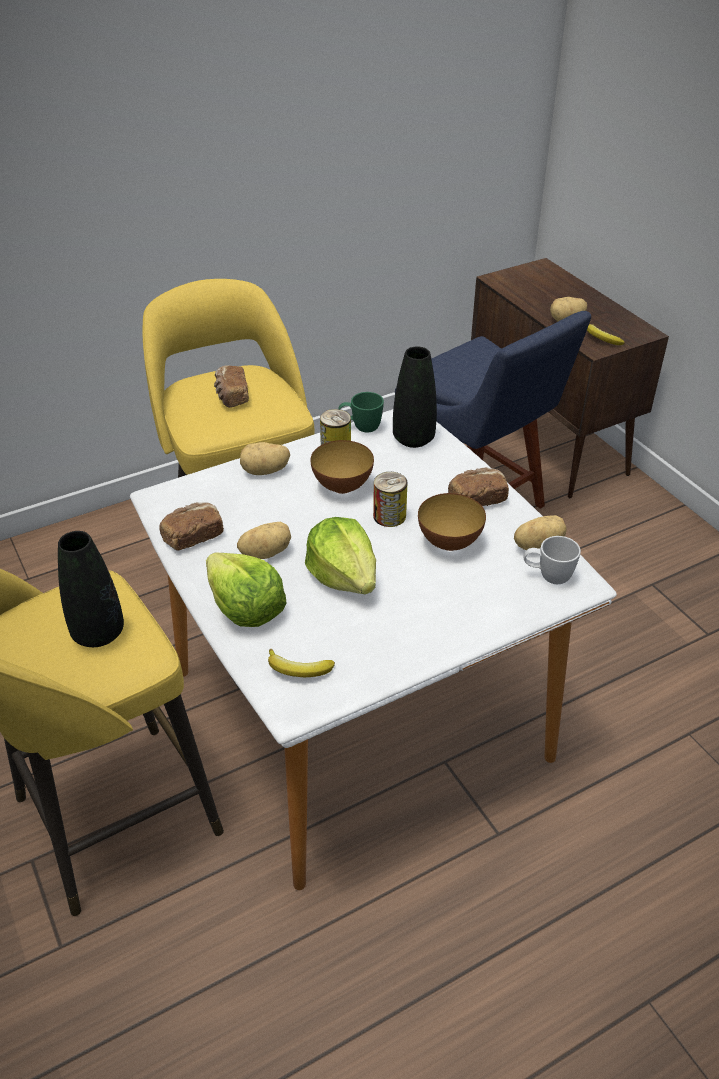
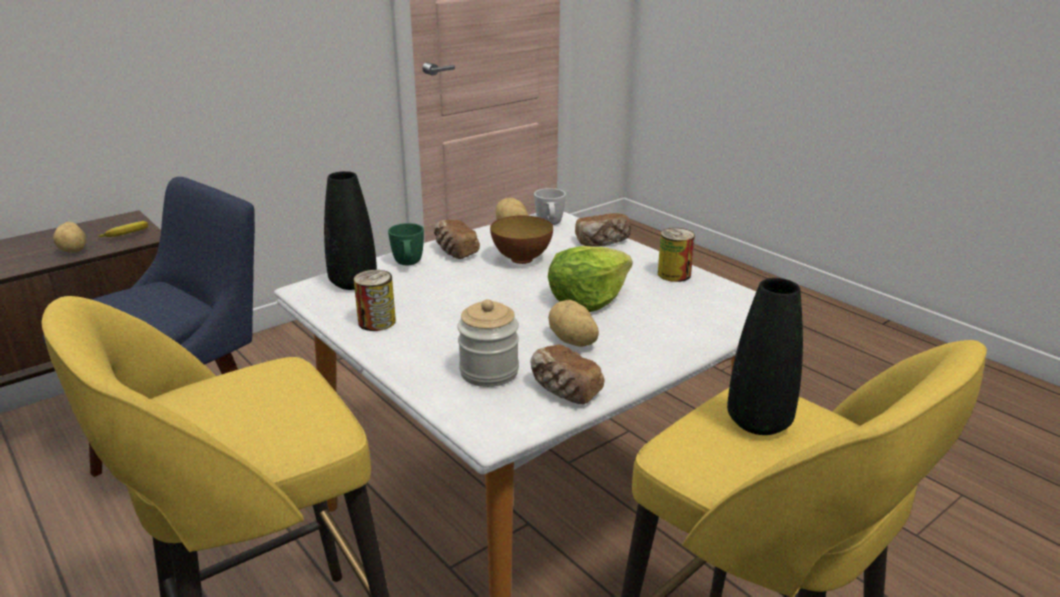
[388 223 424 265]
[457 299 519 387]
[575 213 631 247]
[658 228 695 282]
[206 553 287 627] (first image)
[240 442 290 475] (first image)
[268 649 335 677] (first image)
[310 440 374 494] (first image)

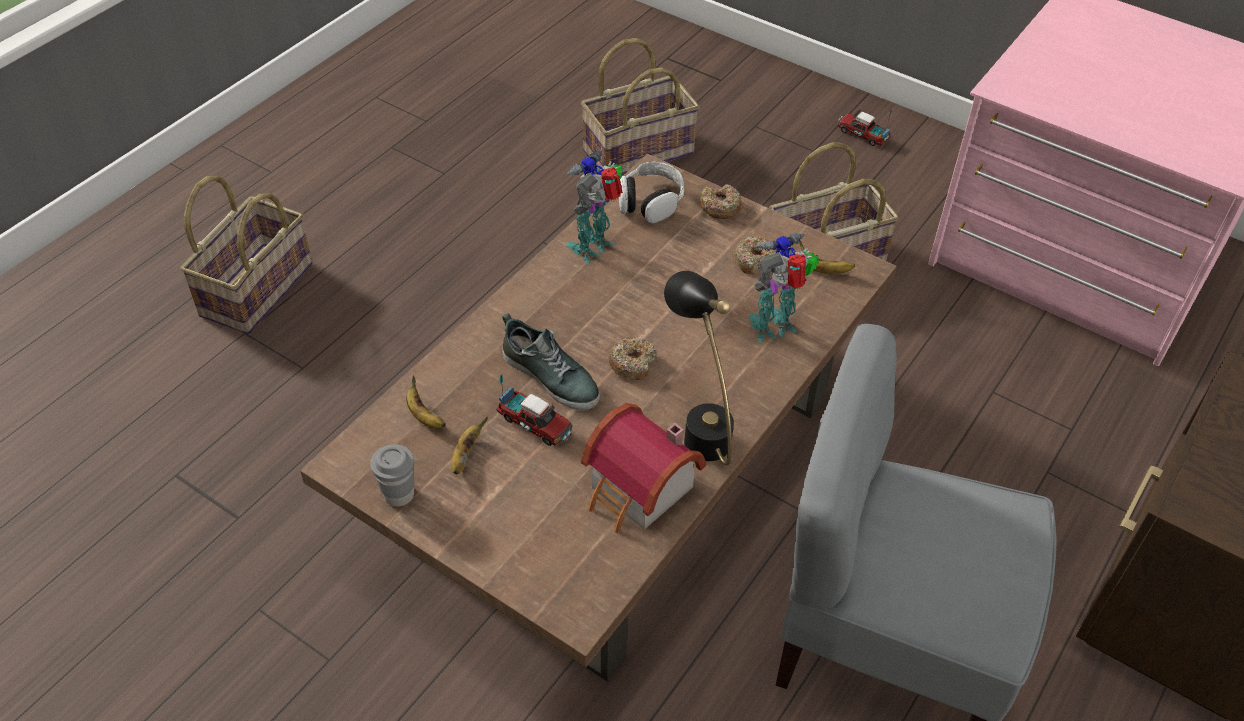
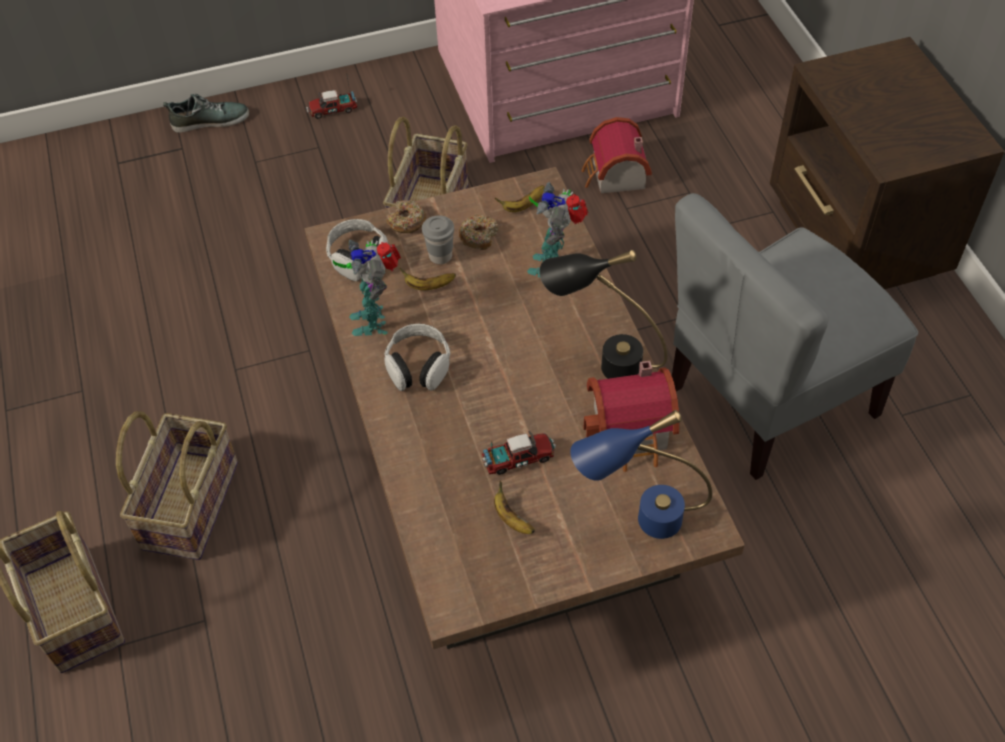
[116 411 238 560]
[163 94 249 133]
[384 324 450 391]
[400 268 456 290]
[422 215 454 264]
[570 410 712 539]
[582 117 652 193]
[608 337 657 380] (first image)

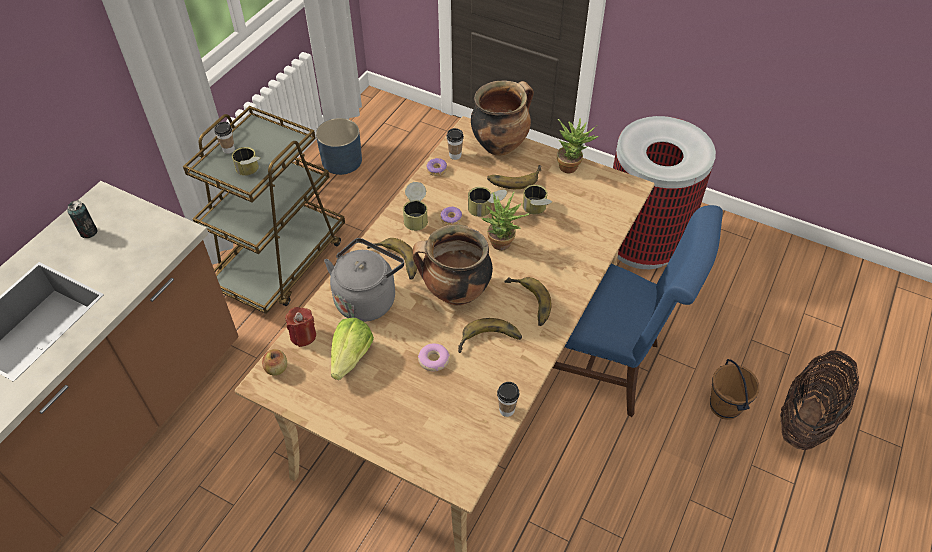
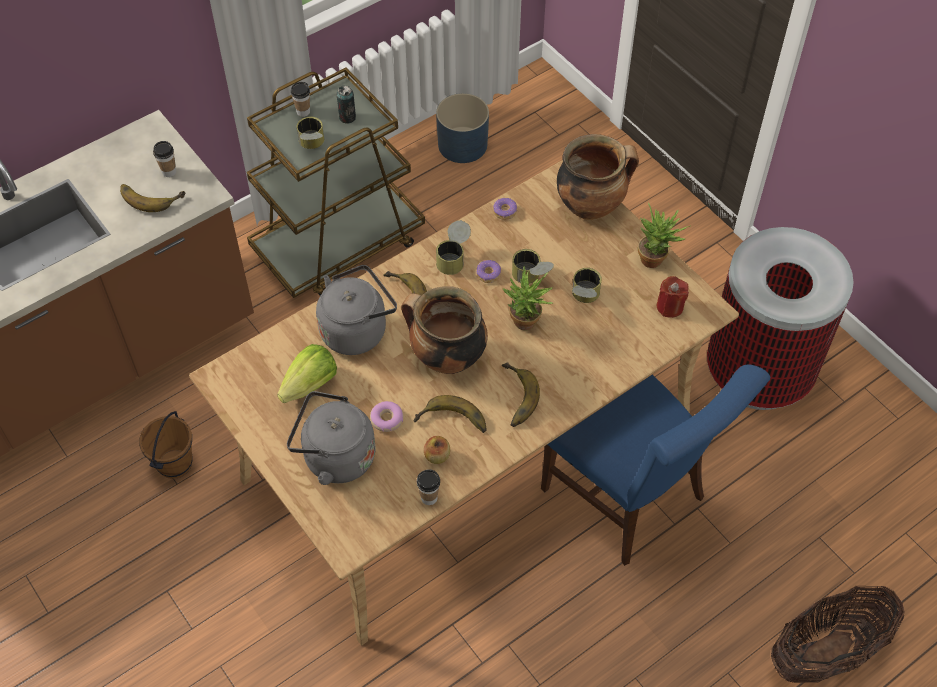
[120 184 185 212]
[139 411 192 479]
[153 141 176 177]
[287 391 376 485]
[337 86 356 124]
[424 436 450 464]
[657 276 689 318]

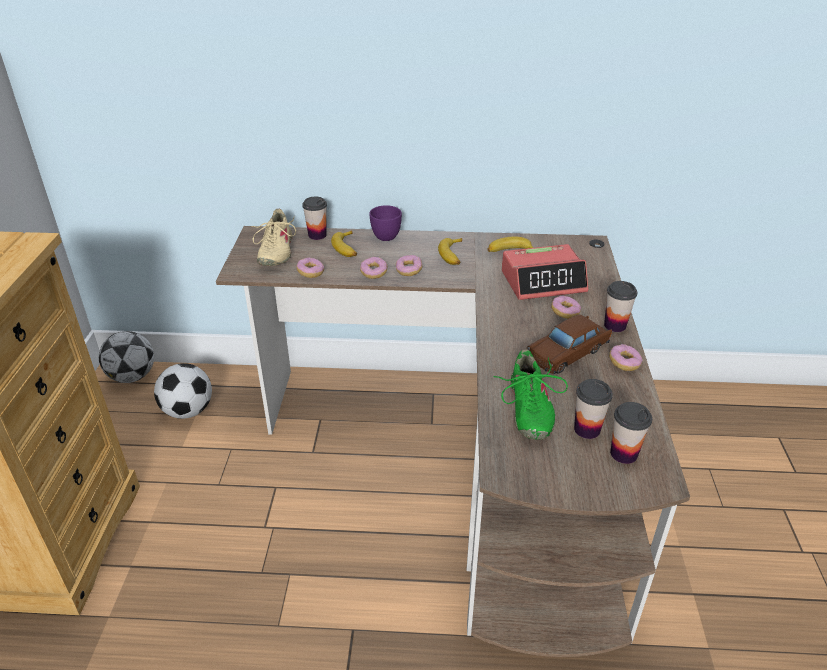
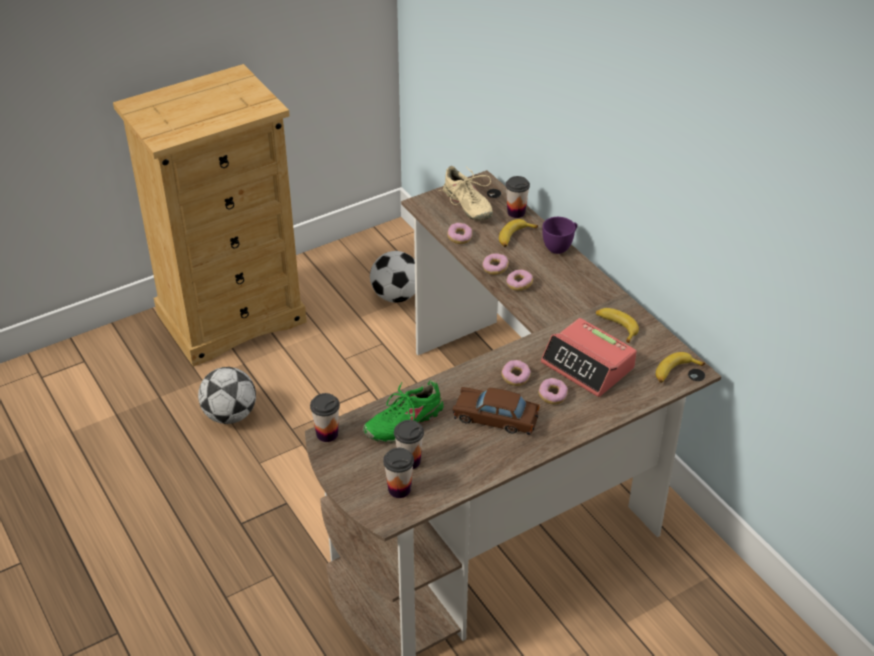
[198 367 256 424]
[310 393 340 442]
[439 166 493 220]
[501 360 531 386]
[656 352 705 383]

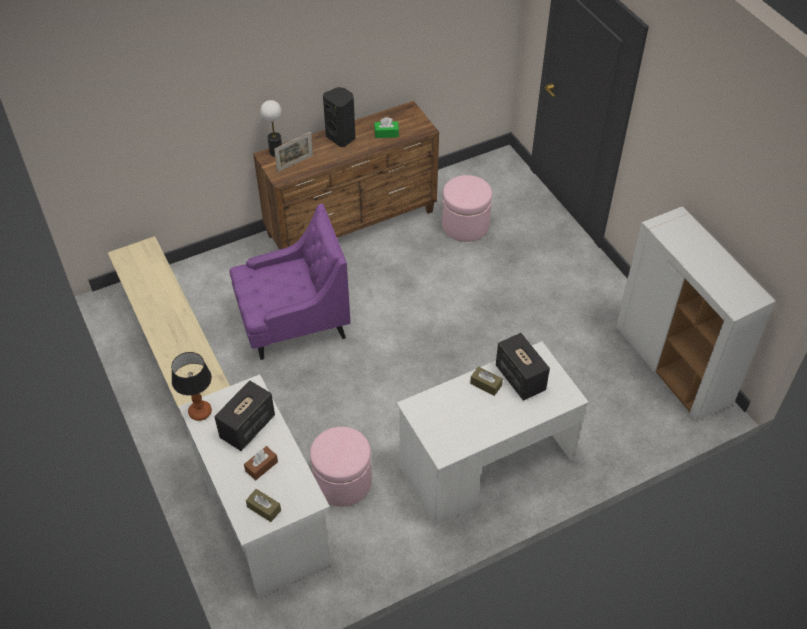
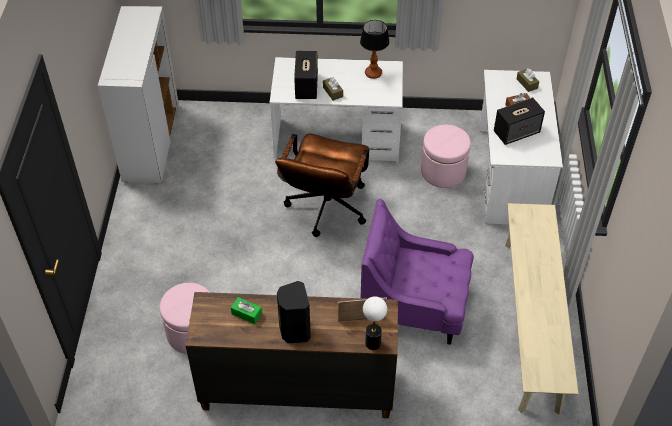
[275 133 370 237]
[360 20 389 79]

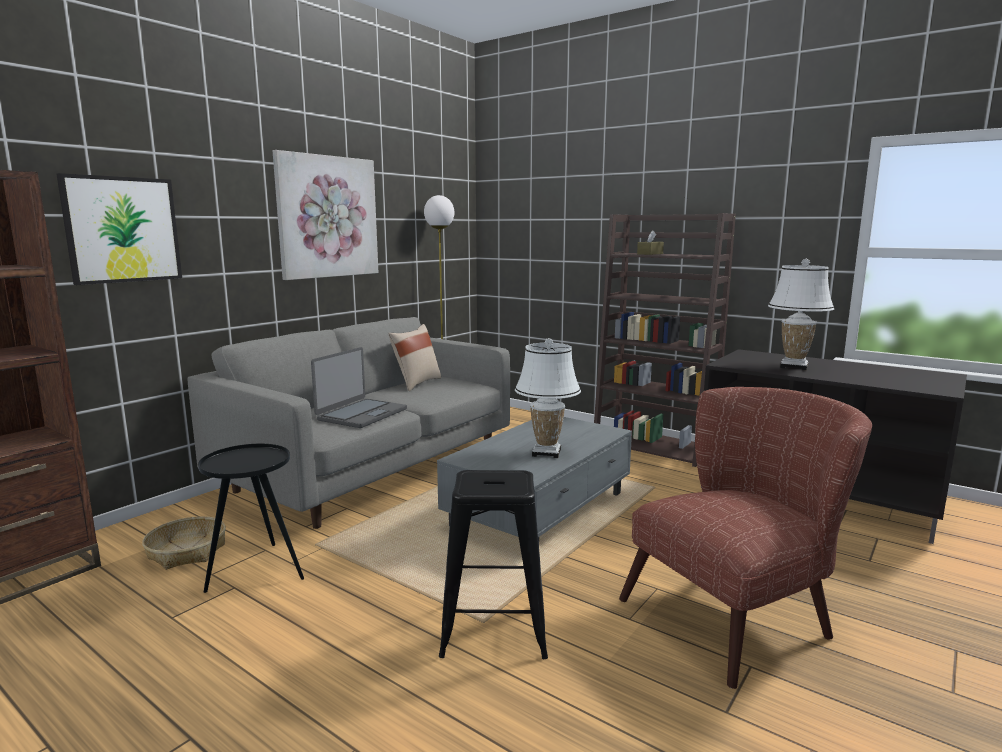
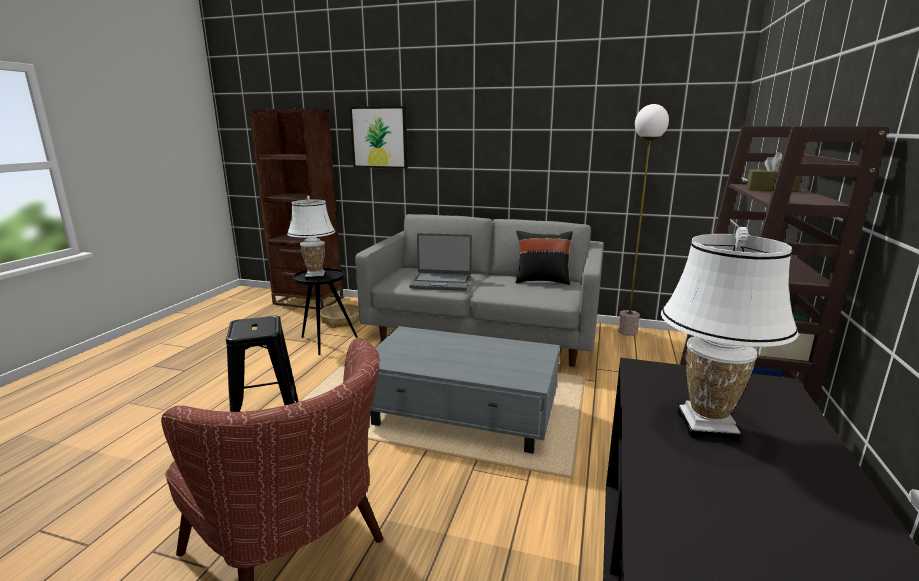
[287 196 335 280]
[515 230 572 285]
[273 150 378 280] (first image)

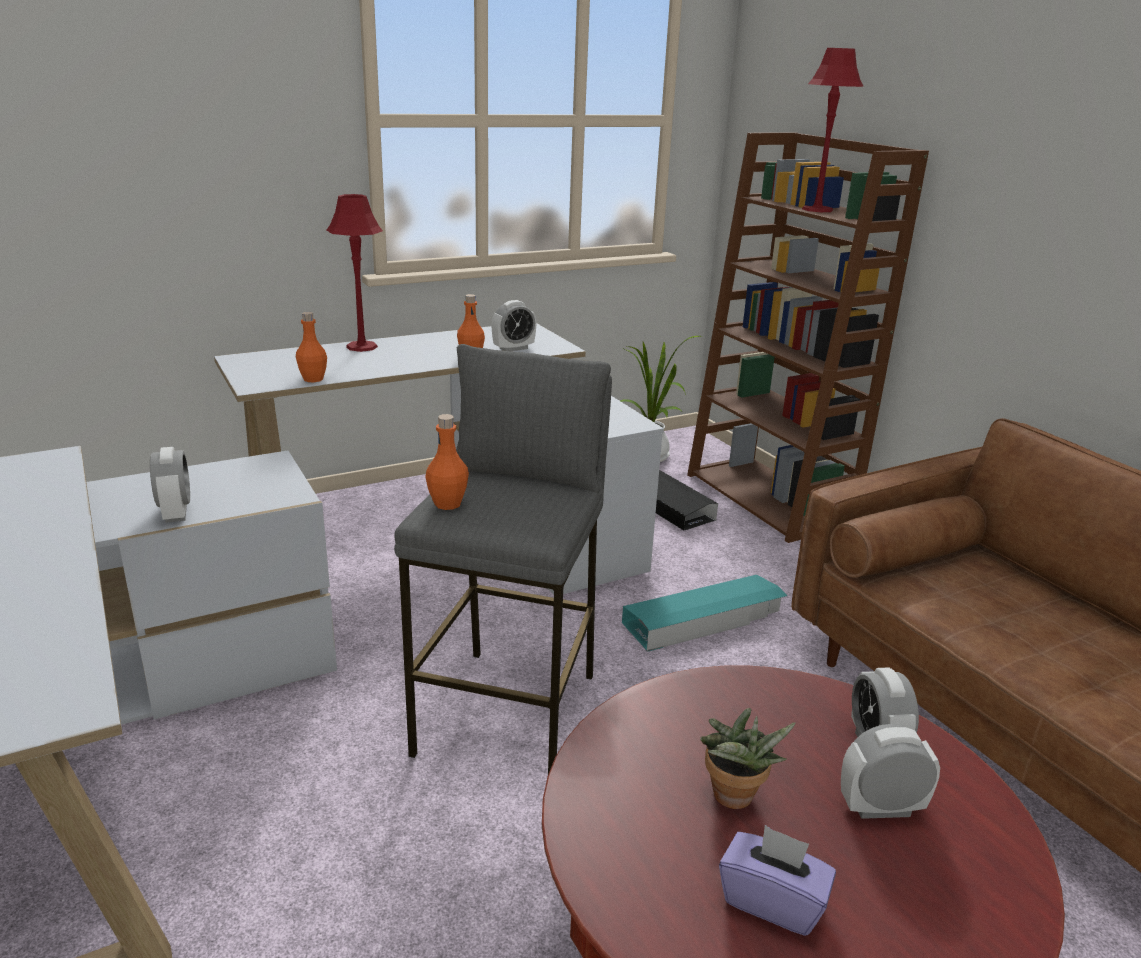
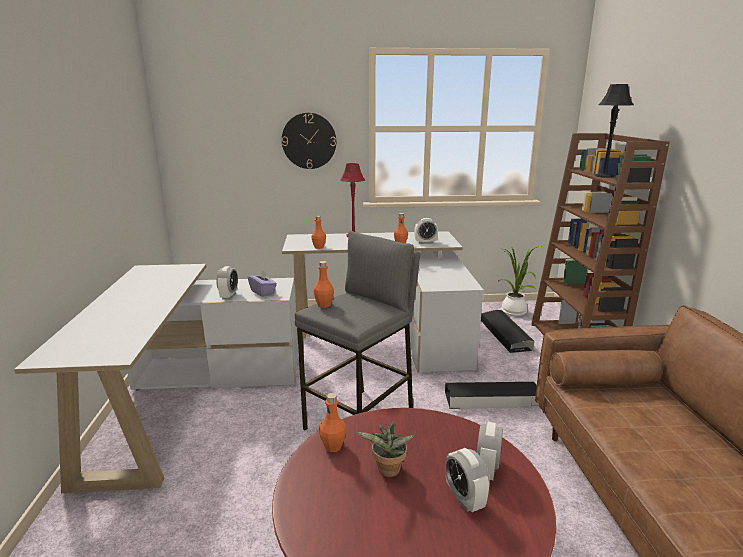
[248 270 277 297]
[282 113 336 169]
[319 393 347 452]
[445 382 539 409]
[445 448 490 512]
[595 84 634 178]

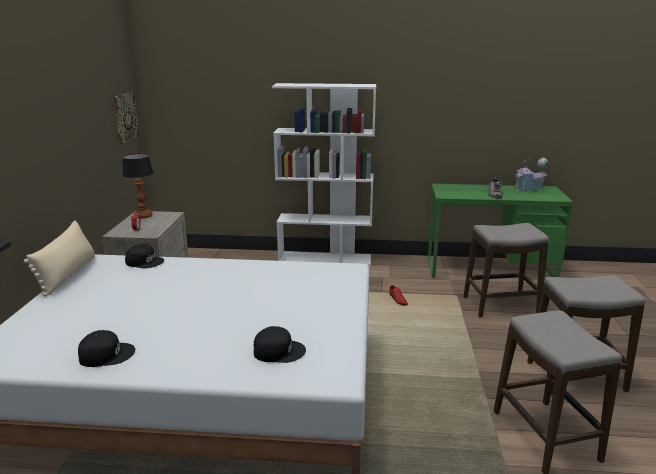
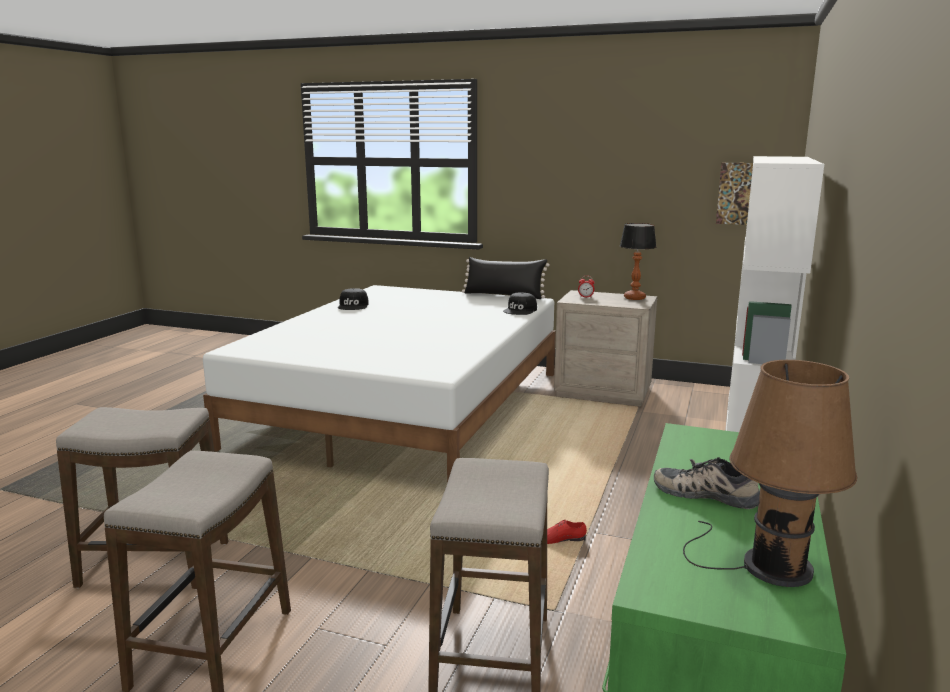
[462 257 550 299]
[683 360 857 587]
[254 326 306 363] (first image)

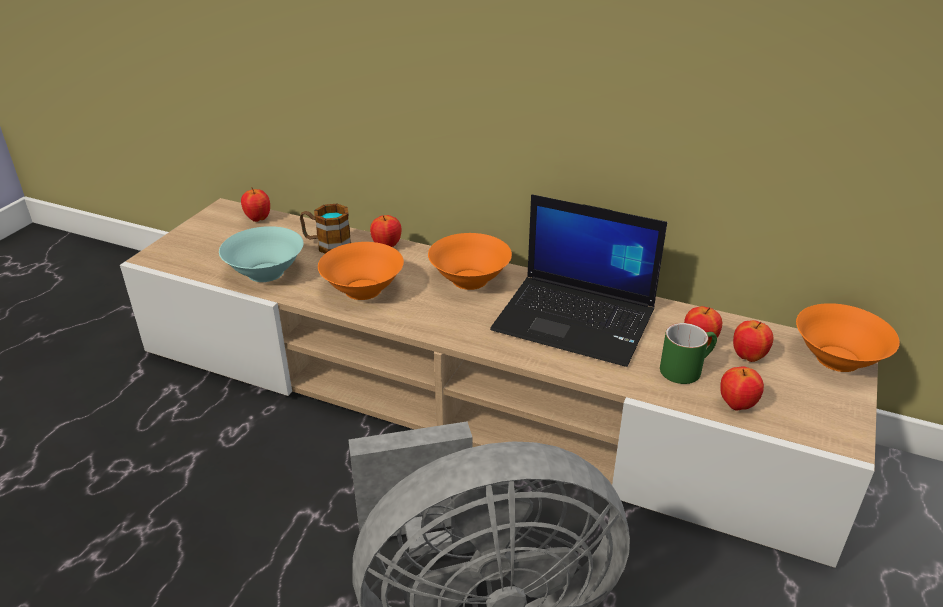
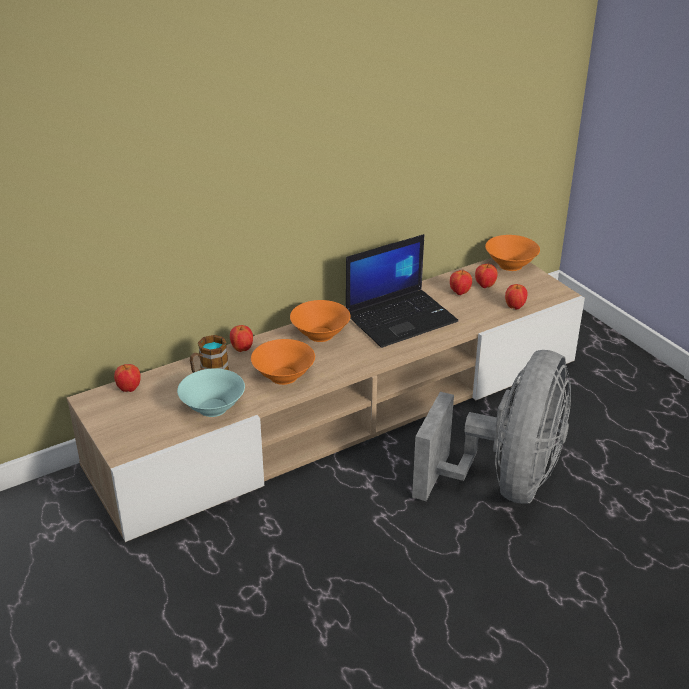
[660 323 717 384] (first image)

